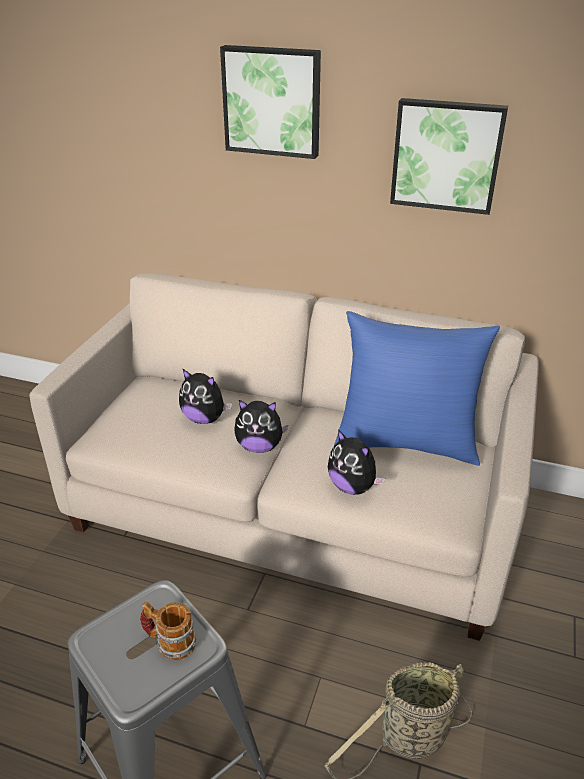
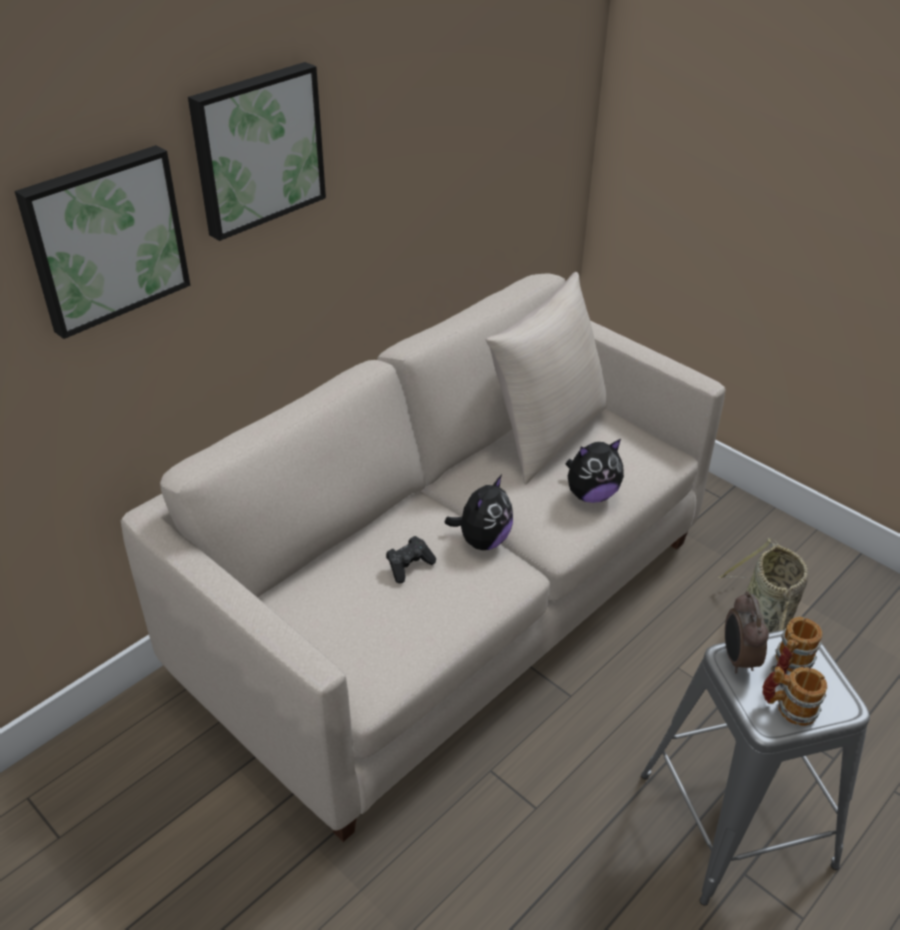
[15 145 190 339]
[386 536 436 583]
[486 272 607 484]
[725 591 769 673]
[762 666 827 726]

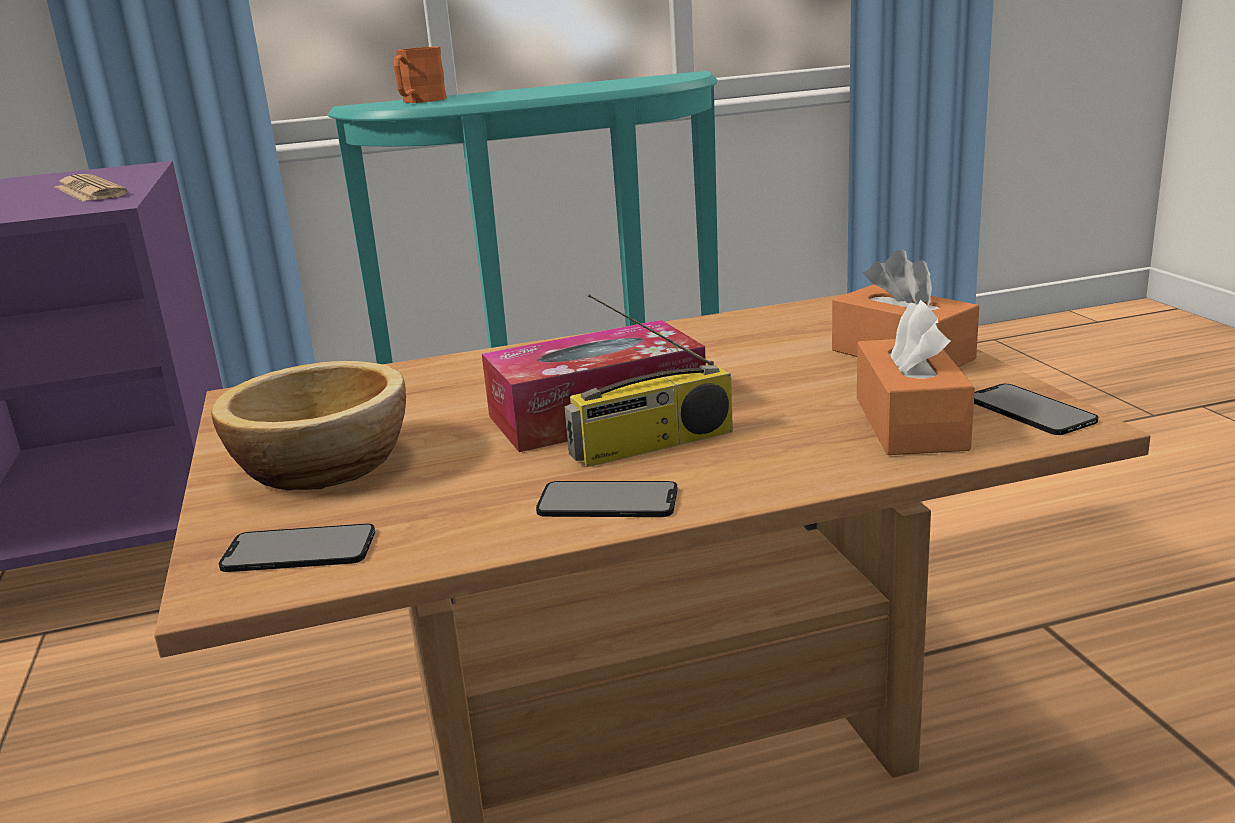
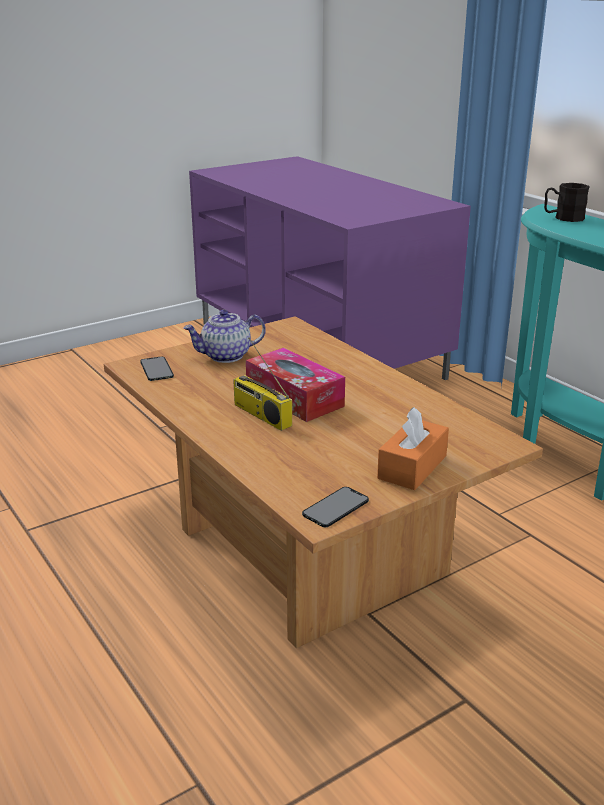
[183 310 266 363]
[544 183 590 222]
[55 174 128 202] (first image)
[536 481 678 517] (first image)
[857 300 975 455] (first image)

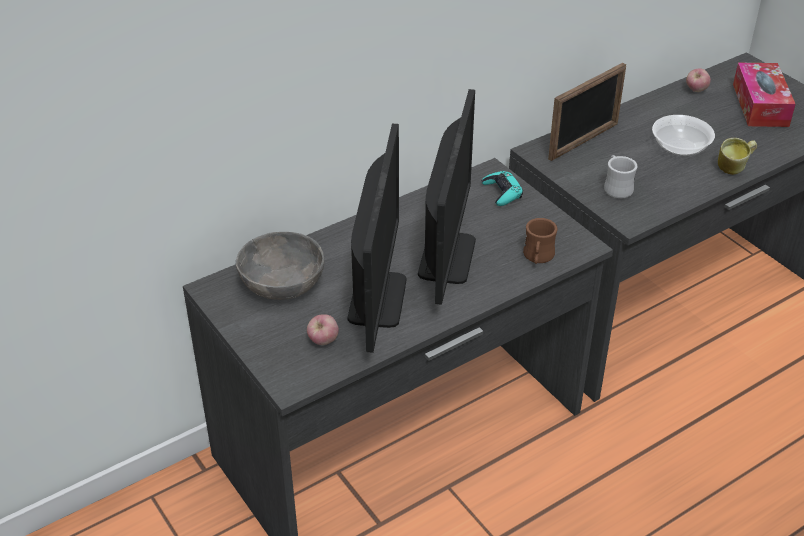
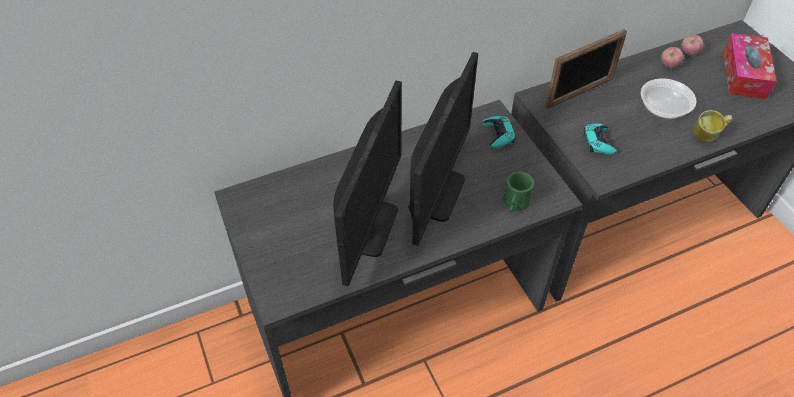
[503 171 534 212]
[584 123 617 155]
[661 47 683 68]
[235 232 324 300] (first image)

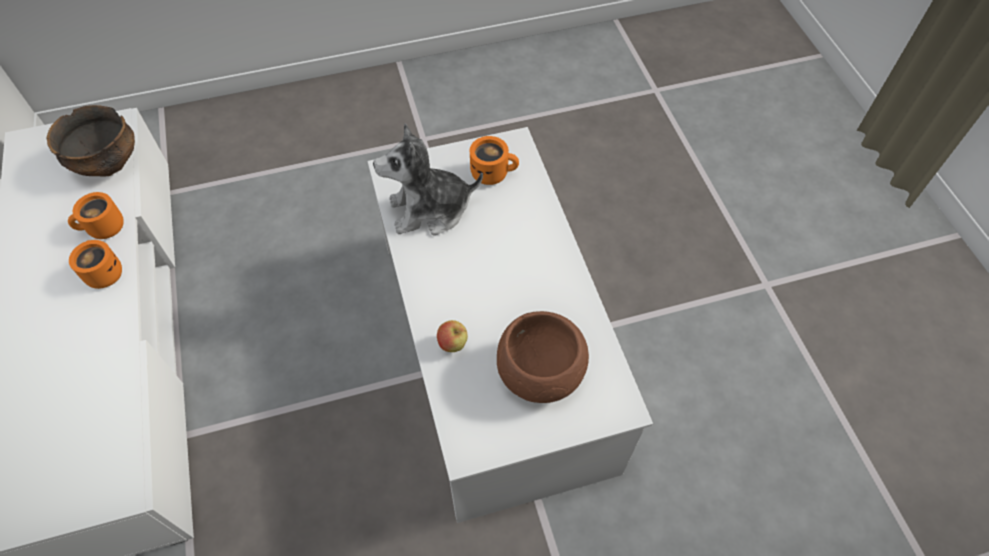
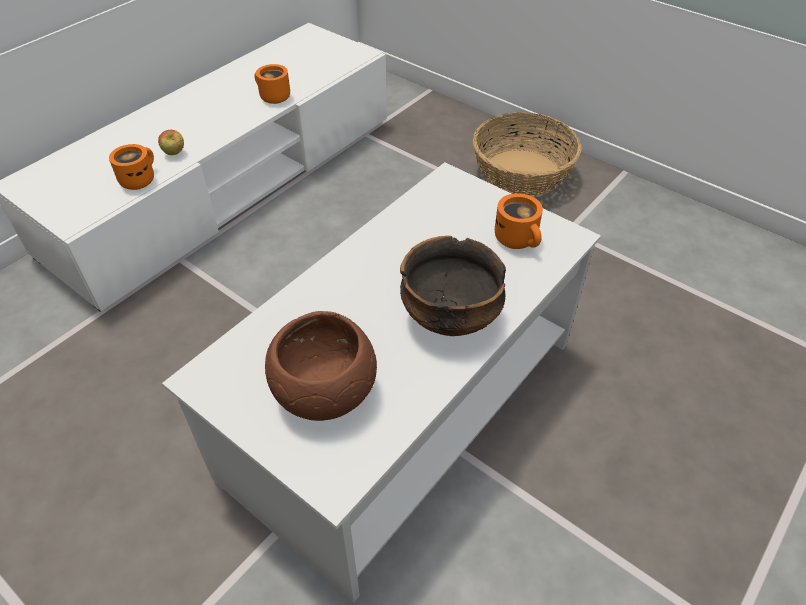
[109 144 154 190]
[158 130 184 155]
[400 236 506 336]
[473 112 582 197]
[373 123 483 235] (first image)

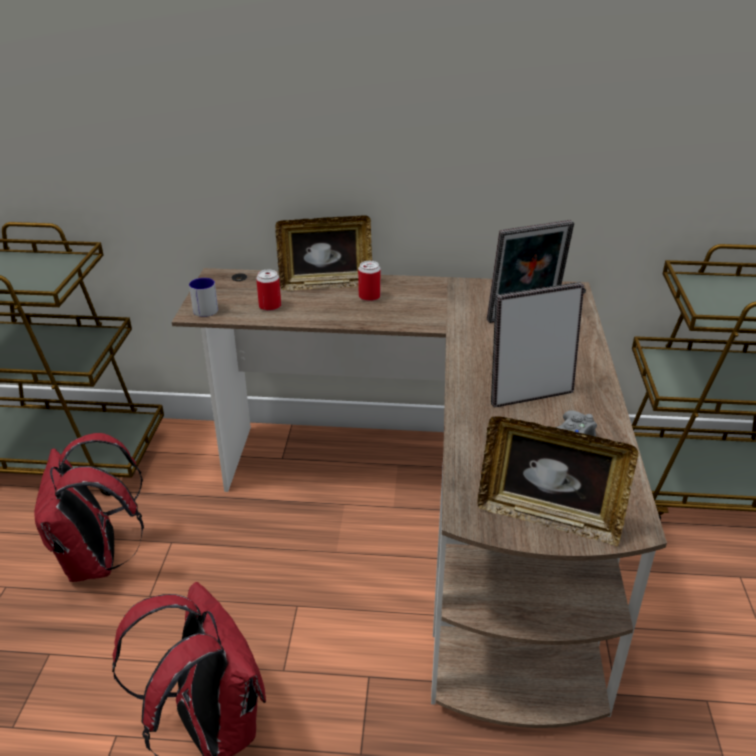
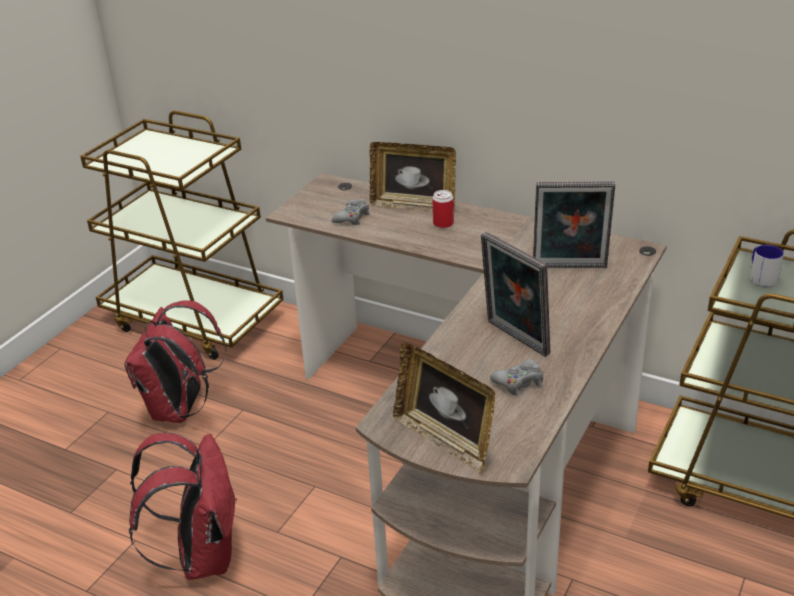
[332 199 370 225]
[481 232 550 357]
[750 245 784 287]

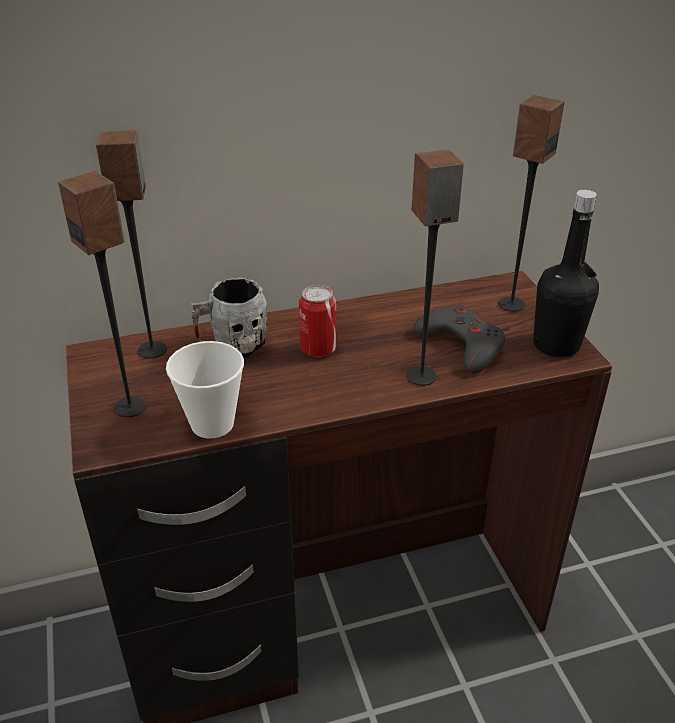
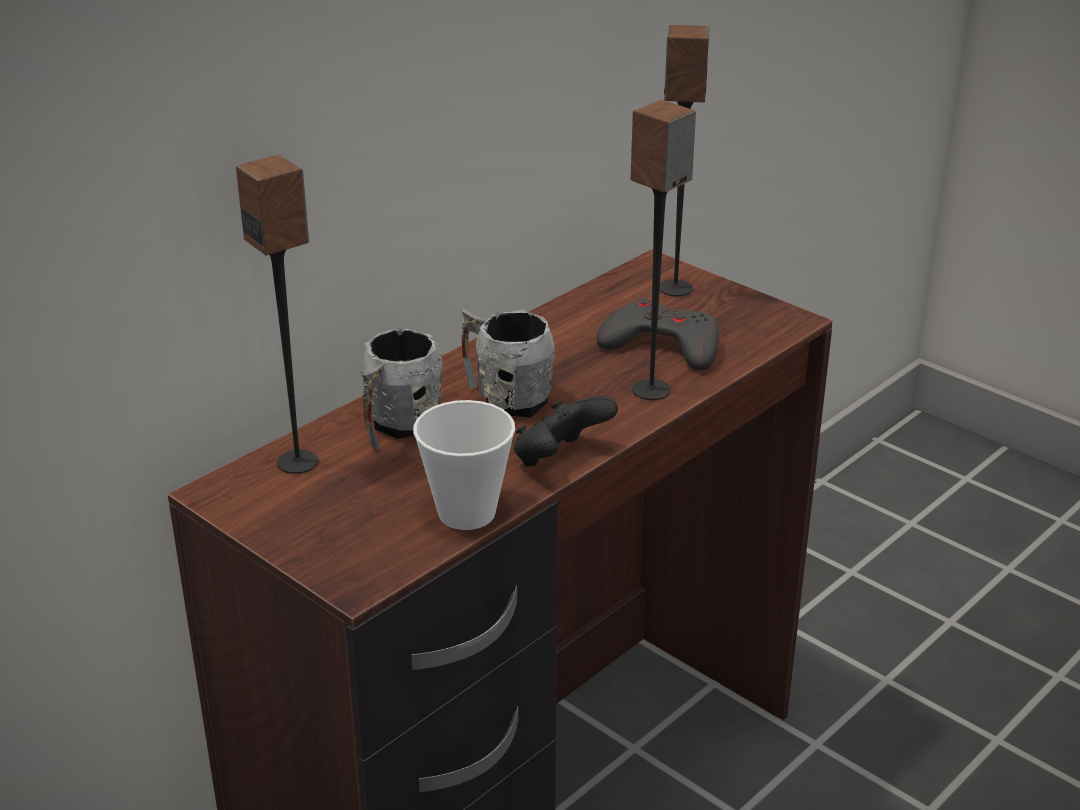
[461 309 555 418]
[514 396 618 467]
[58 171 146 417] (first image)
[533 190 599 357] (first image)

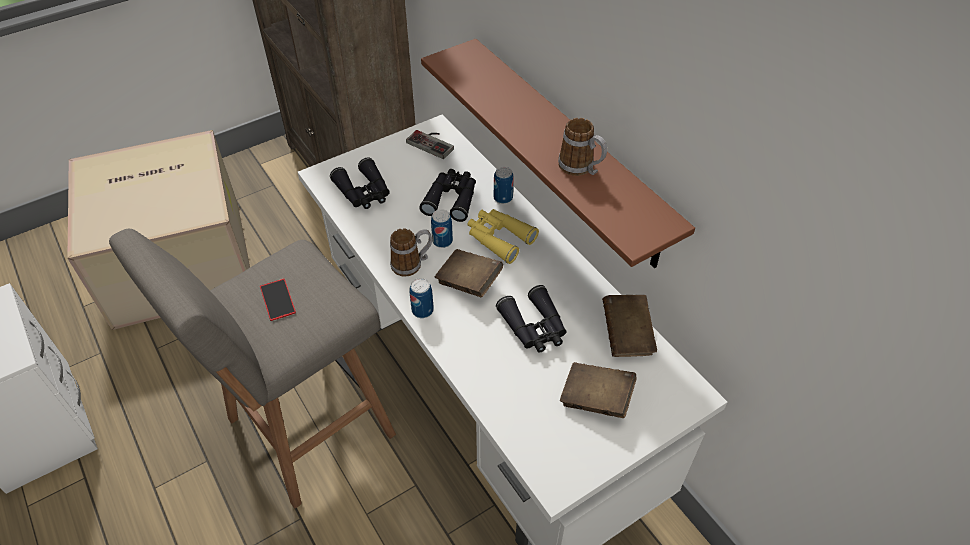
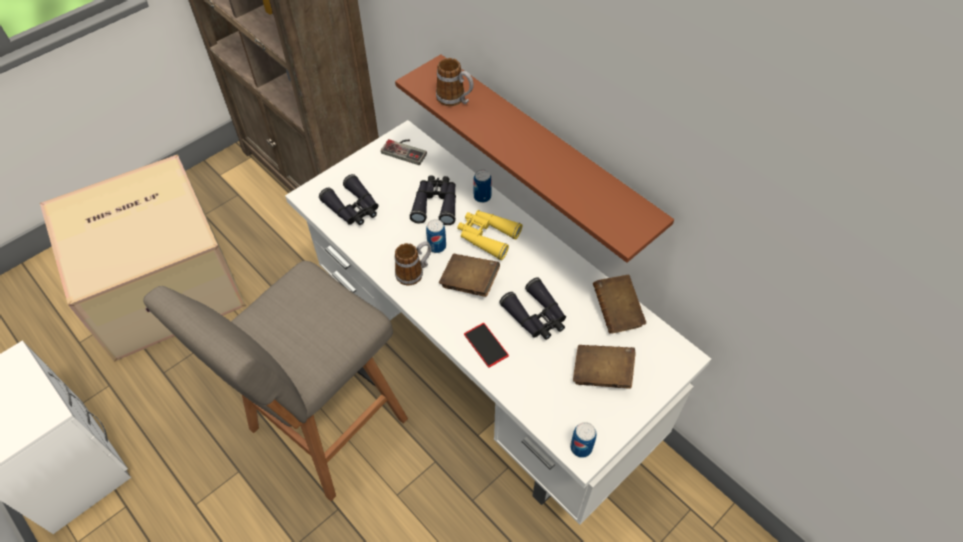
[436 58 474 106]
[464 323 509 368]
[570 422 596 458]

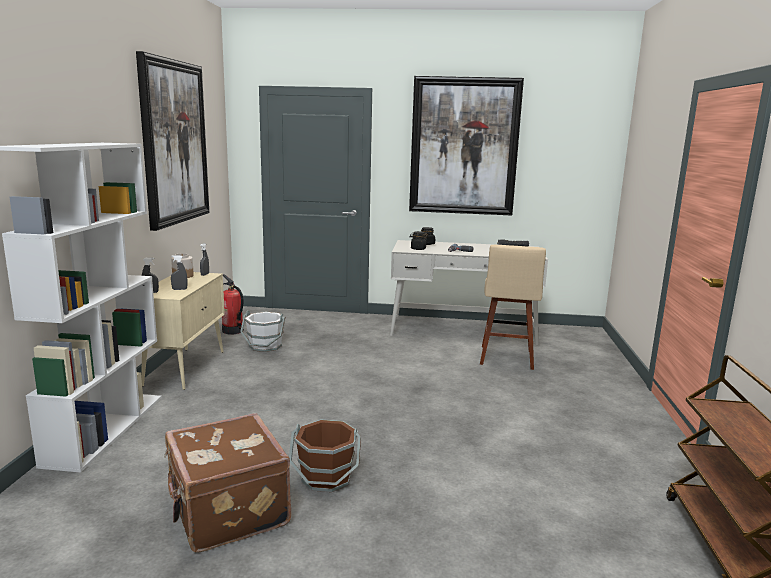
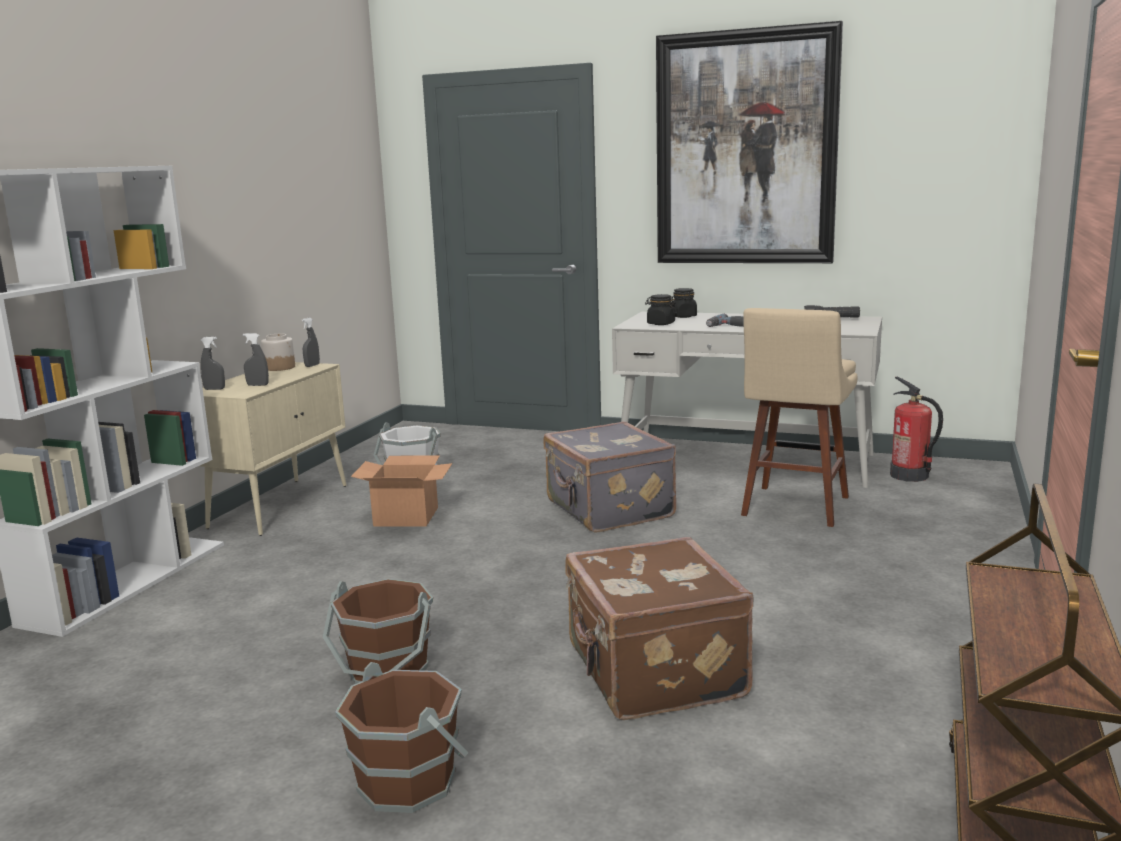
[335 662 469 813]
[351 455 452 527]
[544 421 676 533]
[565 537 754 720]
[890 377 943 482]
[136 51 209 231] (first image)

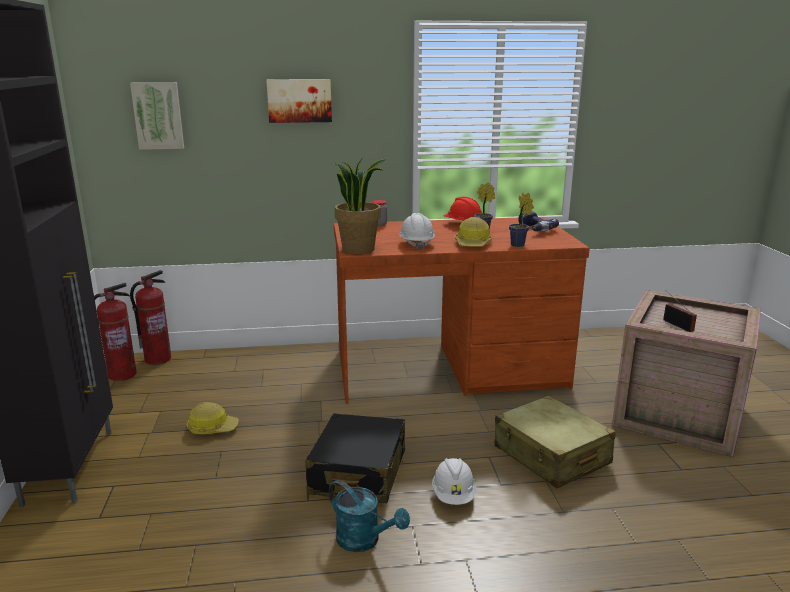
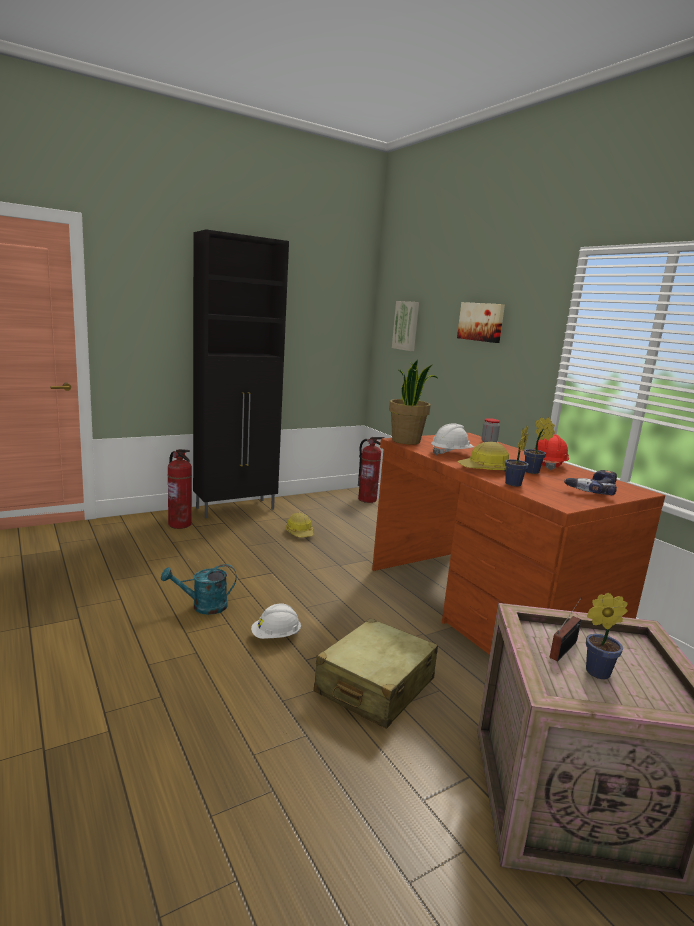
[161 564 237 615]
[167 449 192 529]
[586 593 628 679]
[305 413 405 503] (first image)

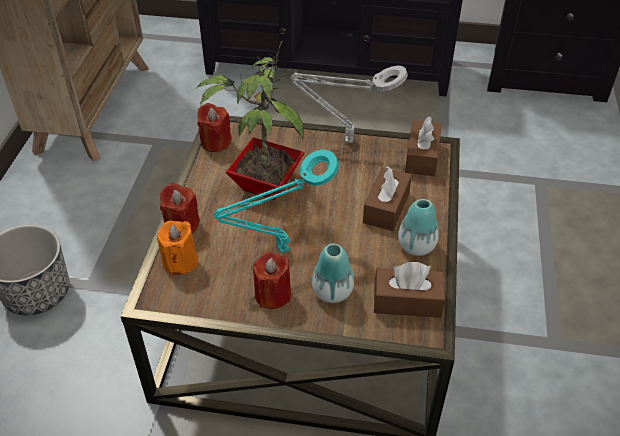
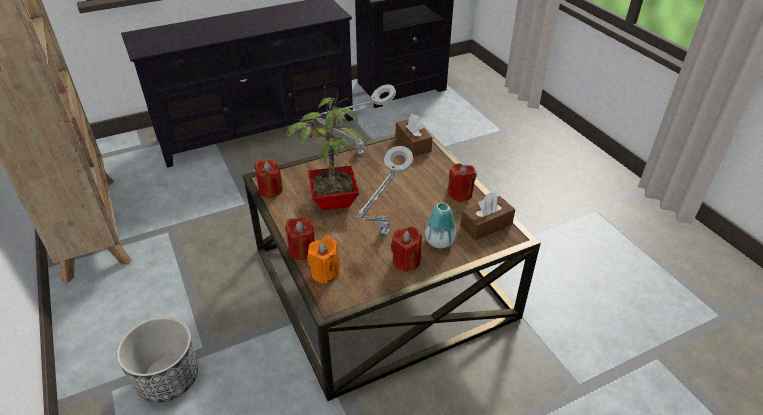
[356 146 414 235]
[447 163 477 202]
[363 166 412 231] (first image)

